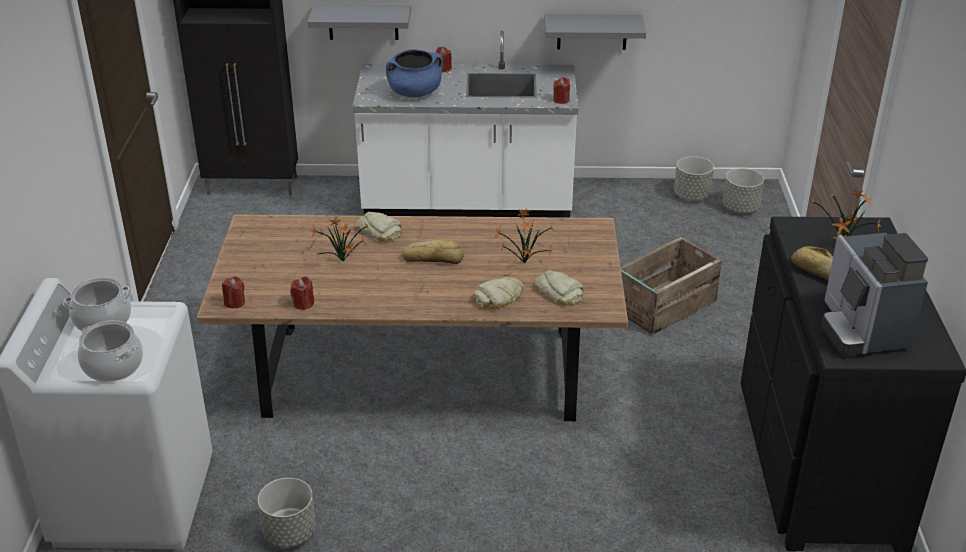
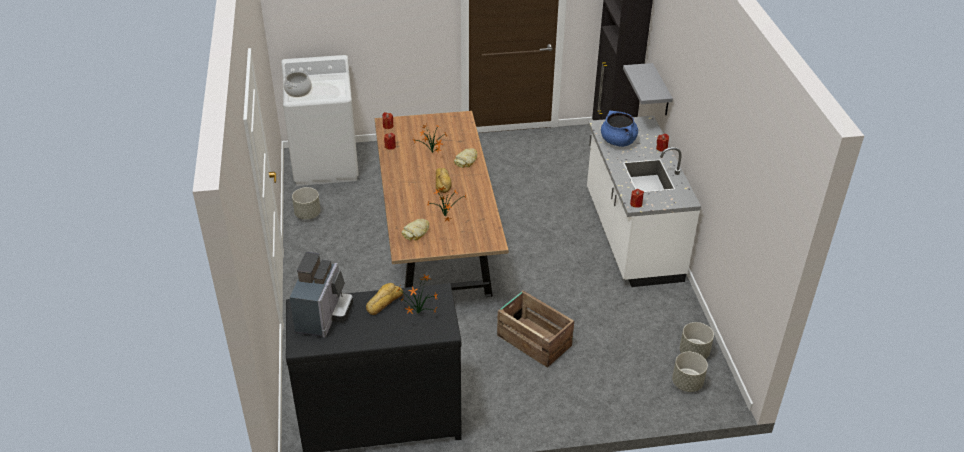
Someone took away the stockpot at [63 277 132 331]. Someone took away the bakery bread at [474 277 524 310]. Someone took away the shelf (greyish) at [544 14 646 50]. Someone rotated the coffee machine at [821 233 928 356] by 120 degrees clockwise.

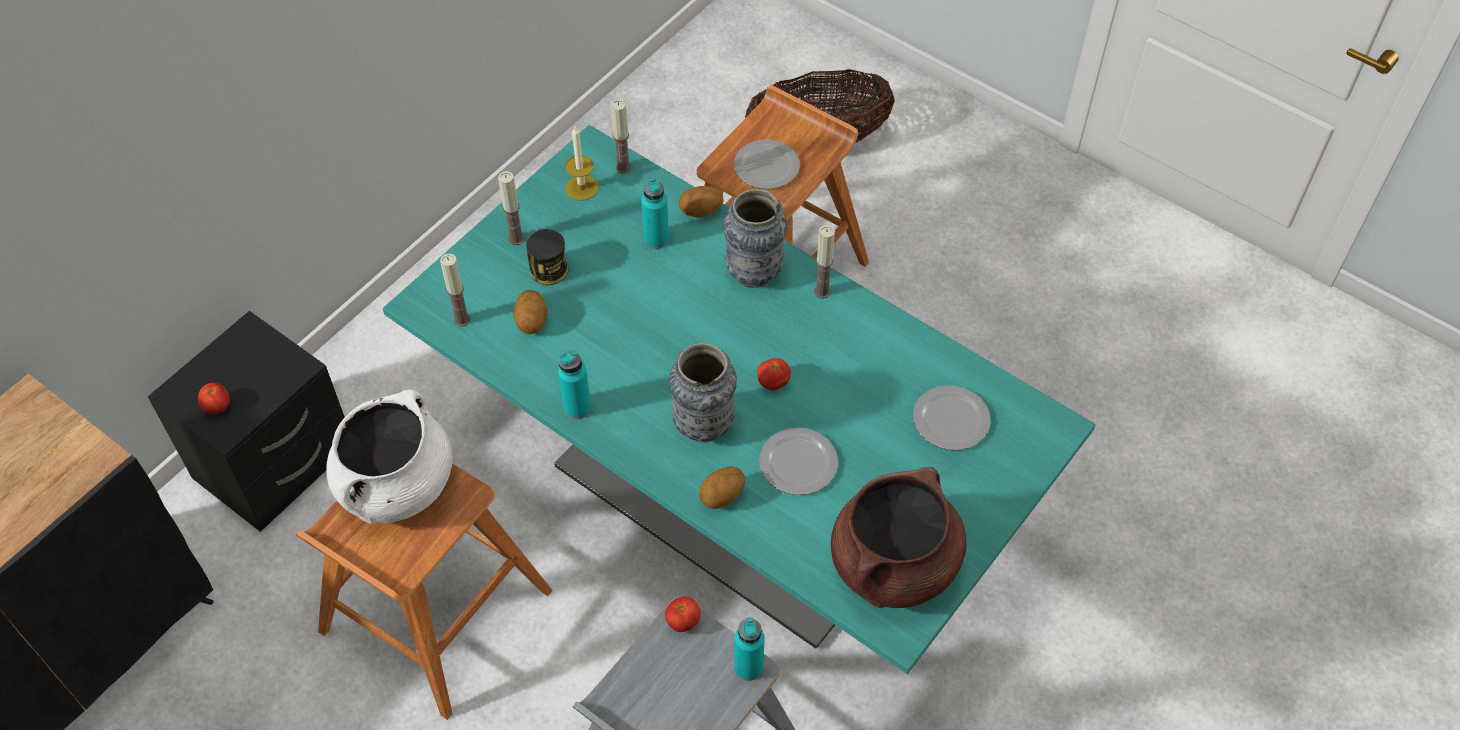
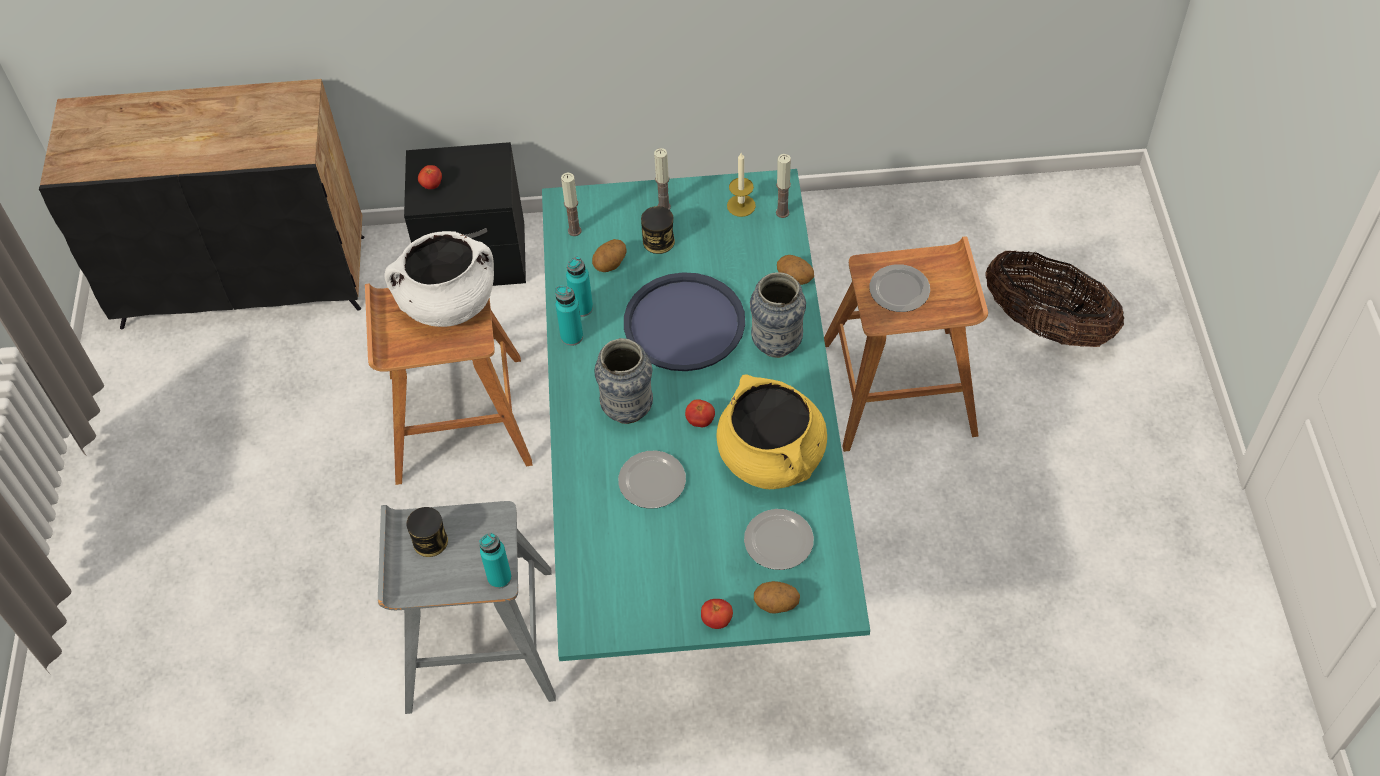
Someone carried the bottle (blue-green) from [641 178 669 249] to [566 256 593 317]. Someone carried the tomato from [665 596 701 632] to [701 599 733 629]. Someone carried the potato from [699 466 745 509] to [754 581 800 614]. Someone took away the candle at [814 225 835 299]. Someone took away the stockpot (brownish) at [831 467 967 608]. Someone put down the metal can at [406 507 448 557]. Someone put down the serving tray (blue) at [624 272 745 371]. Someone put down the stockpot (yellowish) at [717 374 827 489].

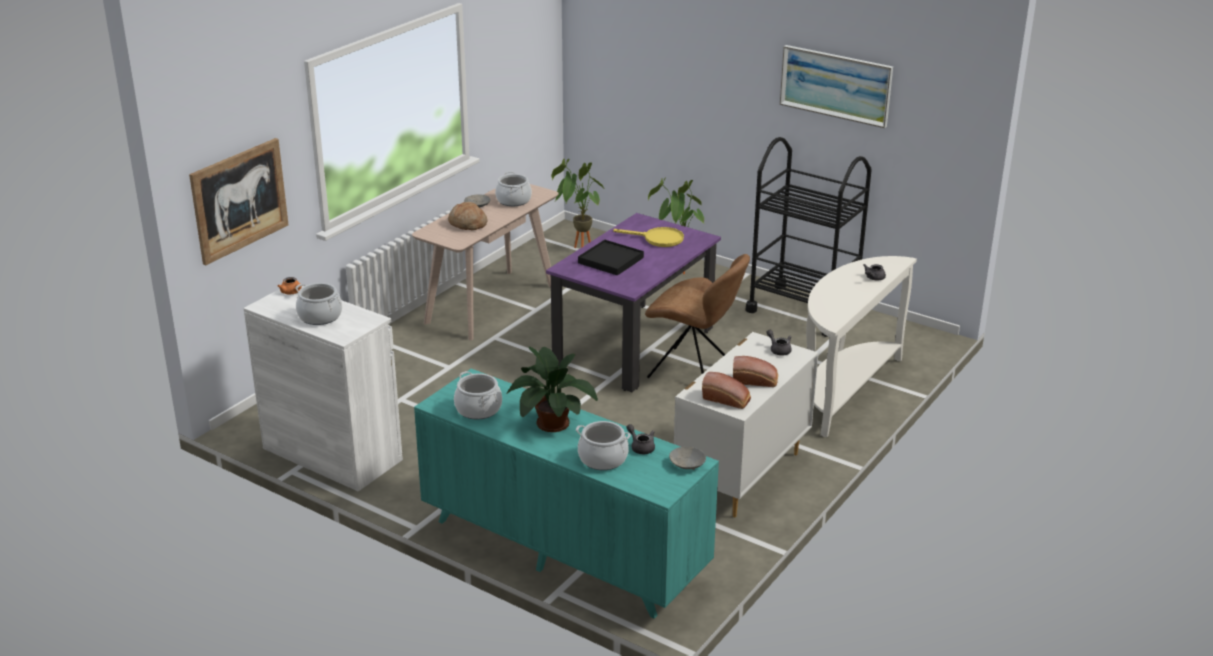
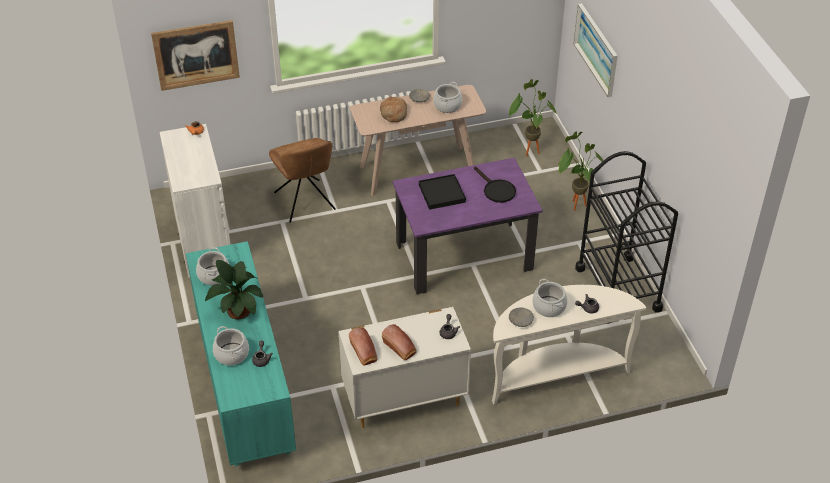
Someone carried the stockpot from [295 283 342 325] to [532 279 567 317]. Someone repainted the pan (yellowish) at [613 227 684 247], which became the pan (black) at [474 167 516 203]. Someone carried the plain chair (brownish) from [645 254 750 378] to [269 138 336 223]. Someone carried the bowl (greyish) from [669 446 706 470] to [509 307 534 327]. Someone carried the wall art from [780 45 893 128] to [574 3 617 97].

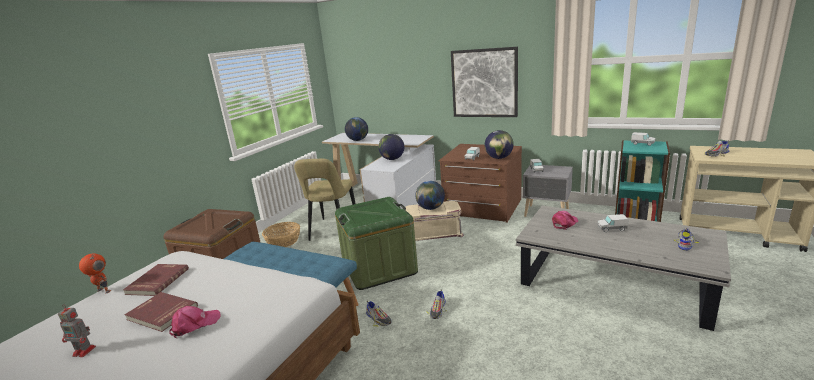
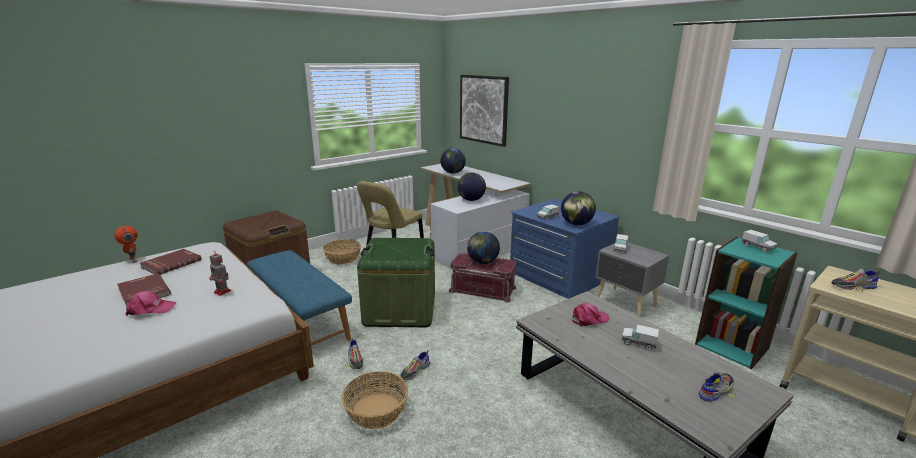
Someone carried the toy robot from [58 304 96 357] to [209 251 231 296]. Someone repainted the storage bin (beige) at [405 201 464 241], which became the storage bin (reddish) at [449 253 517 303]. Someone repainted the chest of drawers (brownish) at [438 144 522 223], which became the chest of drawers (blue) at [510 199 619 299]. Someone carried the wall art from [451 47 518 117] to [460 75 509 147]. Someone put down the basket at [342 371 408 429].

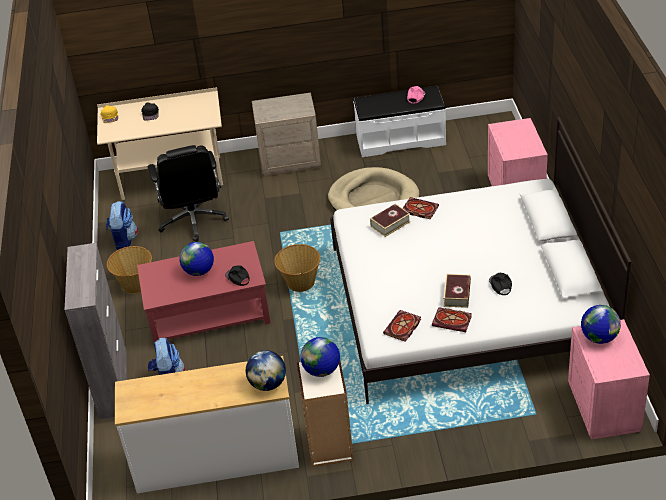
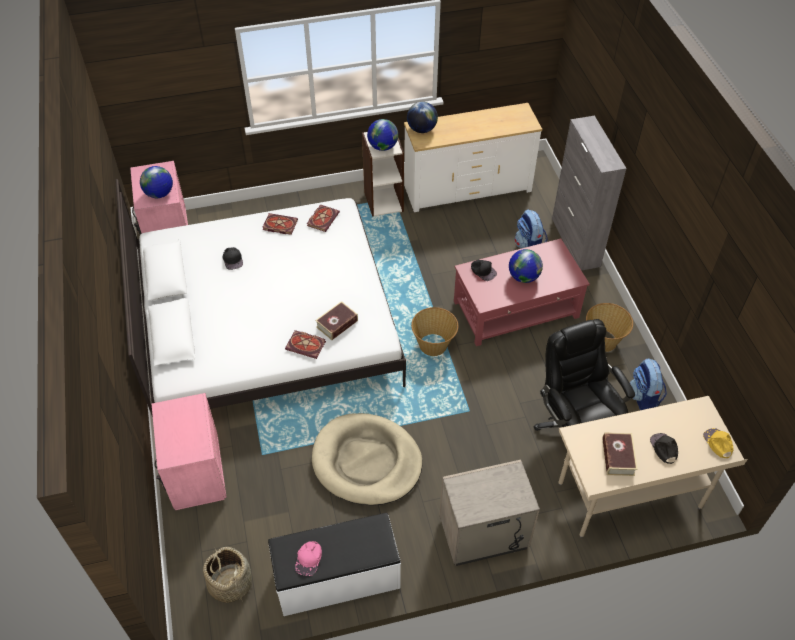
Someone carried the bound book from [444 274 471 308] to [603 433 638 476]. Someone put down the basket at [203 547 252 603].

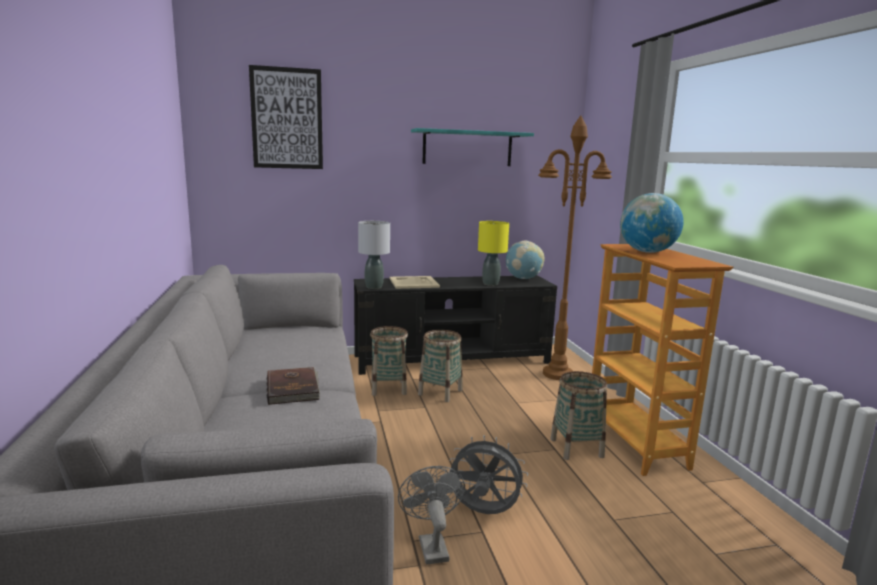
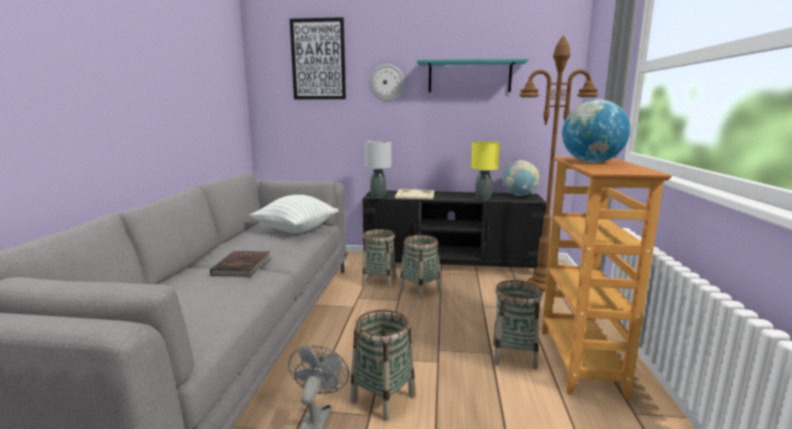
Someone swapped the cooling fan (greyish) at [449 435 528 514] for the basket at [350 310 415 421]. Someone put down the pillow at [250 195 339 233]. Someone put up the wall clock at [370 64 404 101].

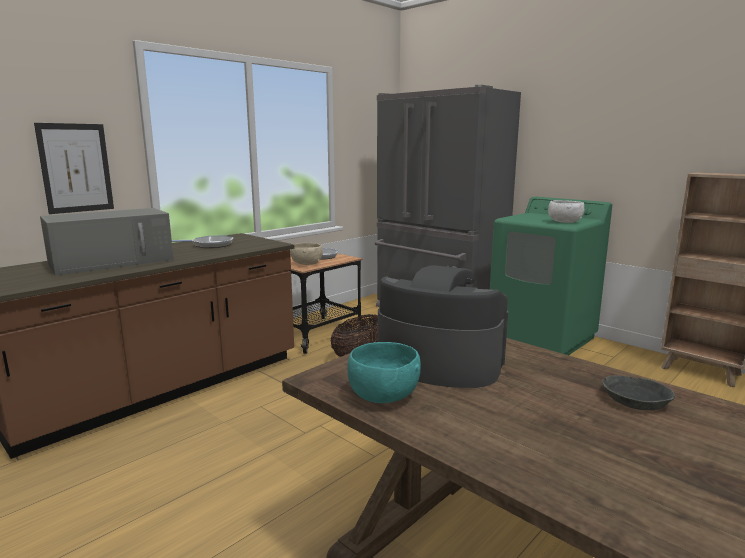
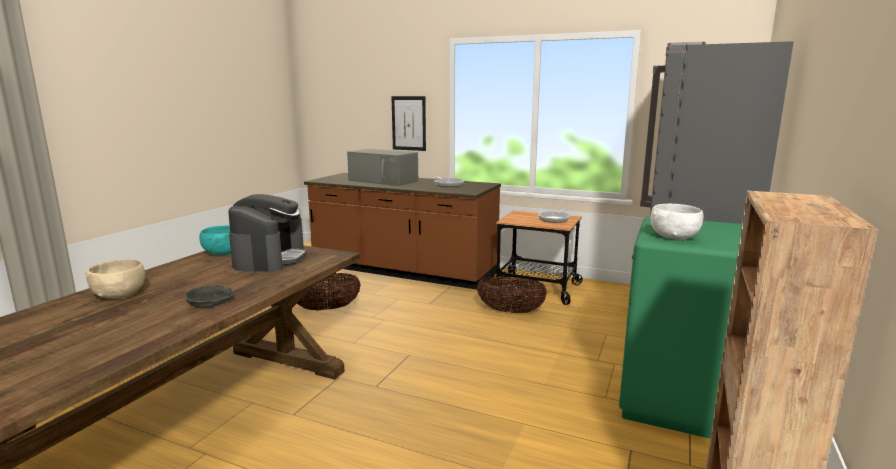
Someone carried the bowl (beige) from [291 243 323 265] to [85 259 145 299]. Someone put down the basket at [297 273 361 311].

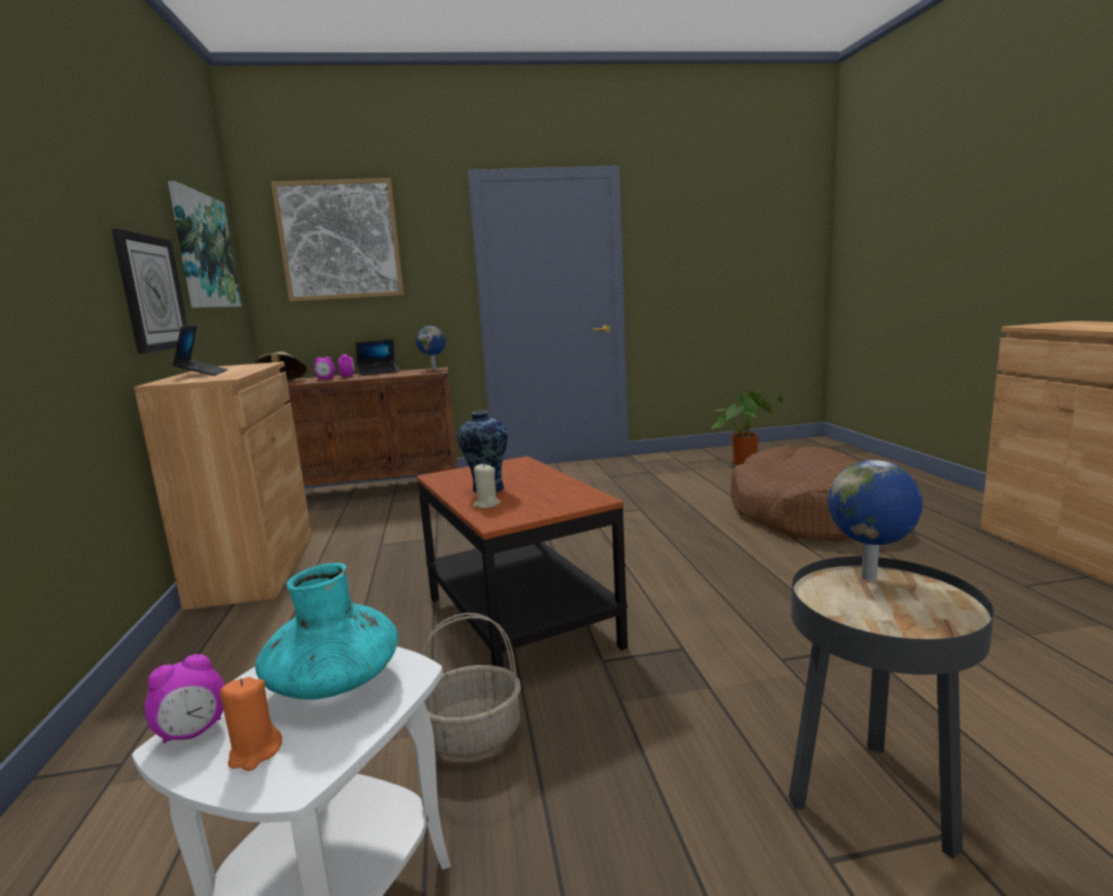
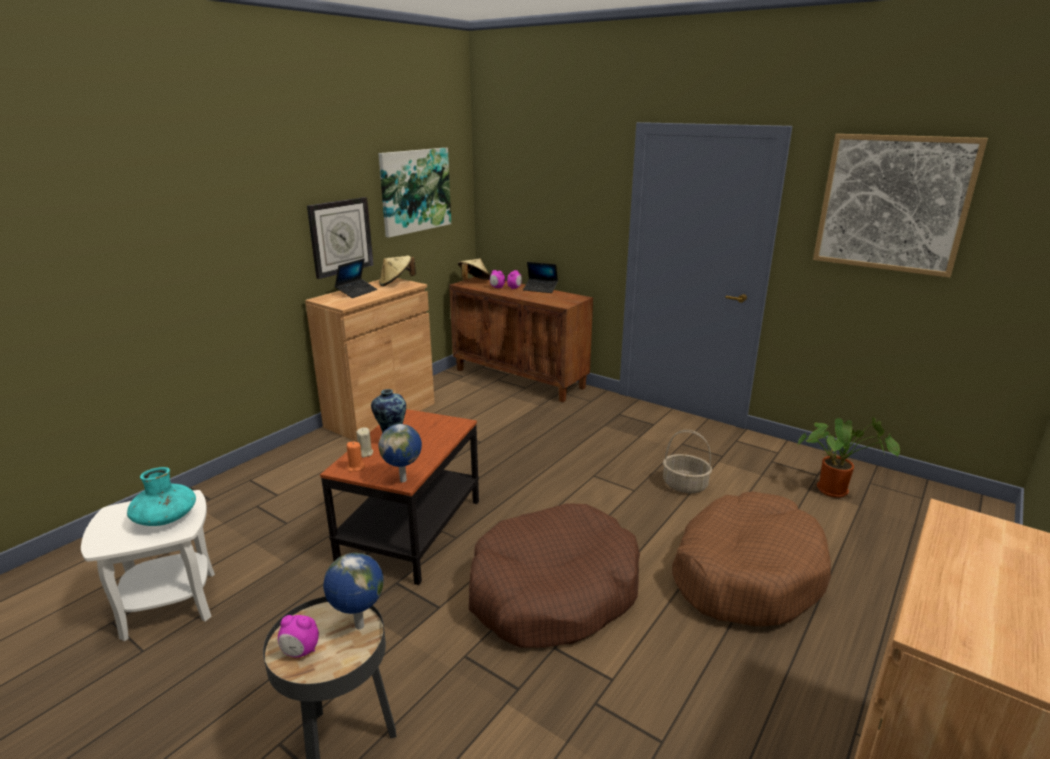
Someone carried the bedside clock from [144 654 225 743] to [278 615 319 657]. Someone carried the candle (orange-coloured) from [220 677 282 771] to [347 442 365 472]. Someone carried the wall art from [271 178 404 302] to [813 134 988 278]. Someone carried the world globe from [416 326 446 370] to [379 424 422 482]. Someone carried the basket from [421 613 521 758] to [663 430 712 493]. Someone put down the clothing hat (beige) at [379 256 416 286]. Someone put down the dog cushion (brownish) at [469 503 640 648].

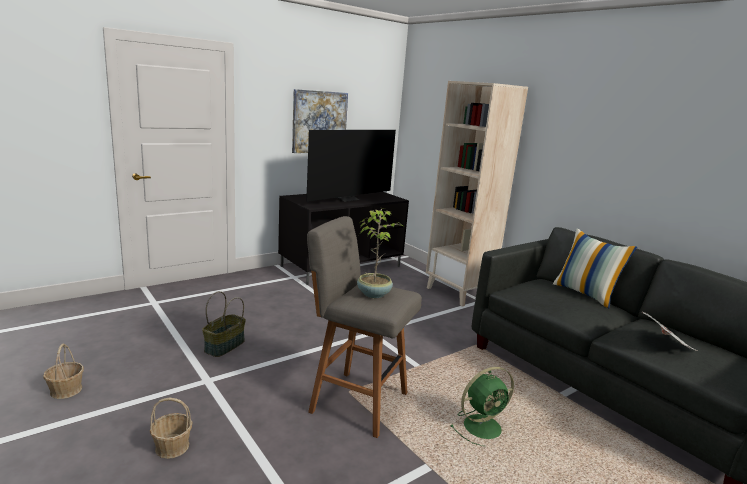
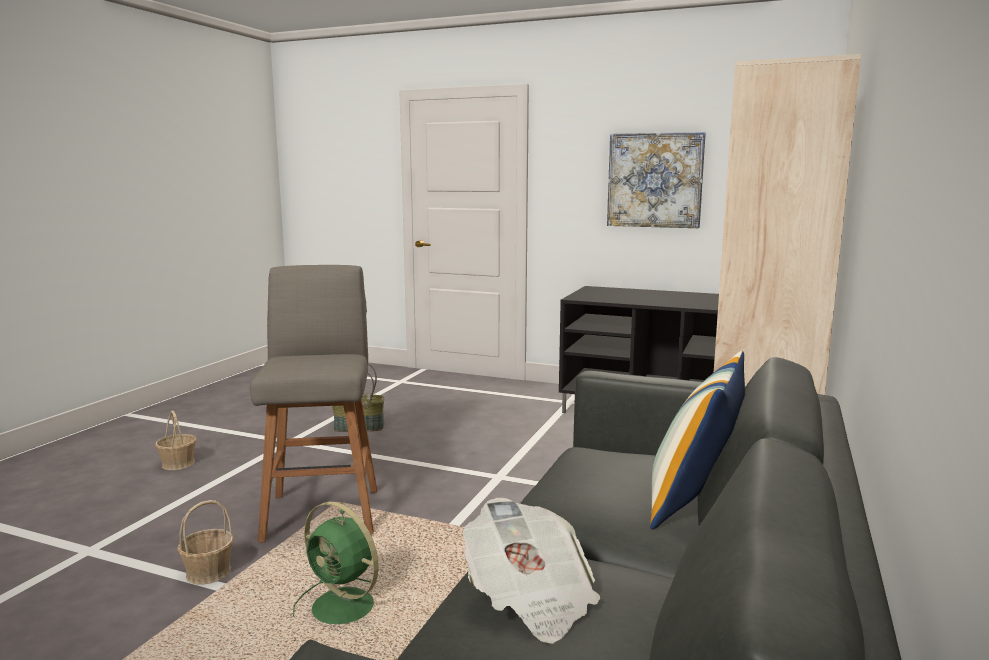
Someone carried the basket from [43 344 84 399] to [177 500 234 585]. Someone took away the TV set at [306 130 396 202]. Someone took away the houseplant at [357 208 404 298].

